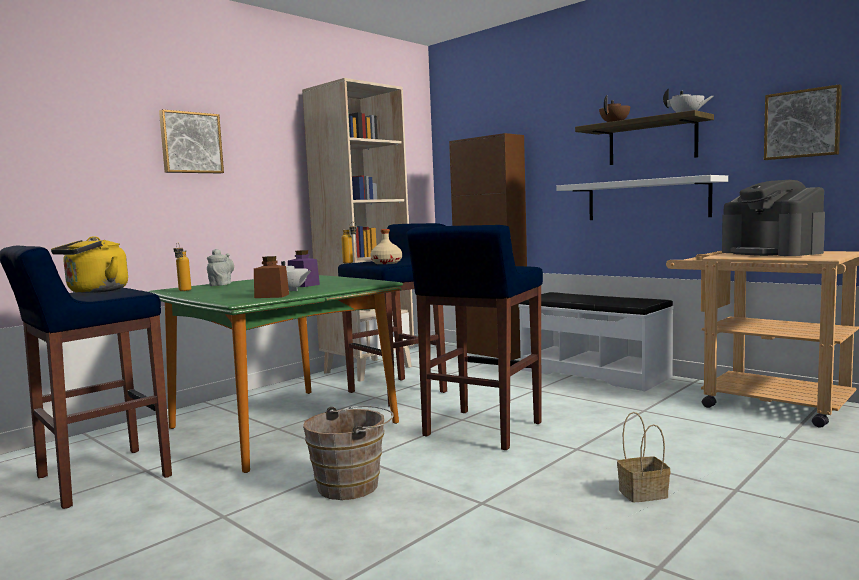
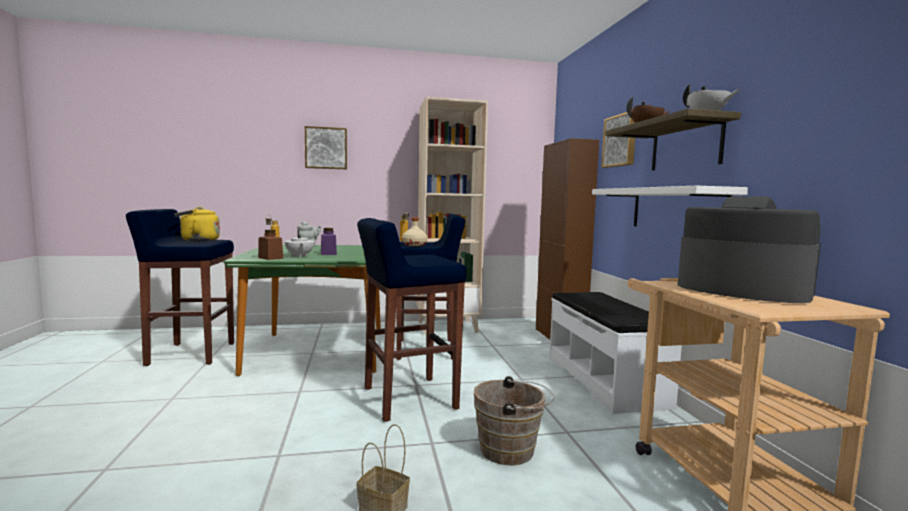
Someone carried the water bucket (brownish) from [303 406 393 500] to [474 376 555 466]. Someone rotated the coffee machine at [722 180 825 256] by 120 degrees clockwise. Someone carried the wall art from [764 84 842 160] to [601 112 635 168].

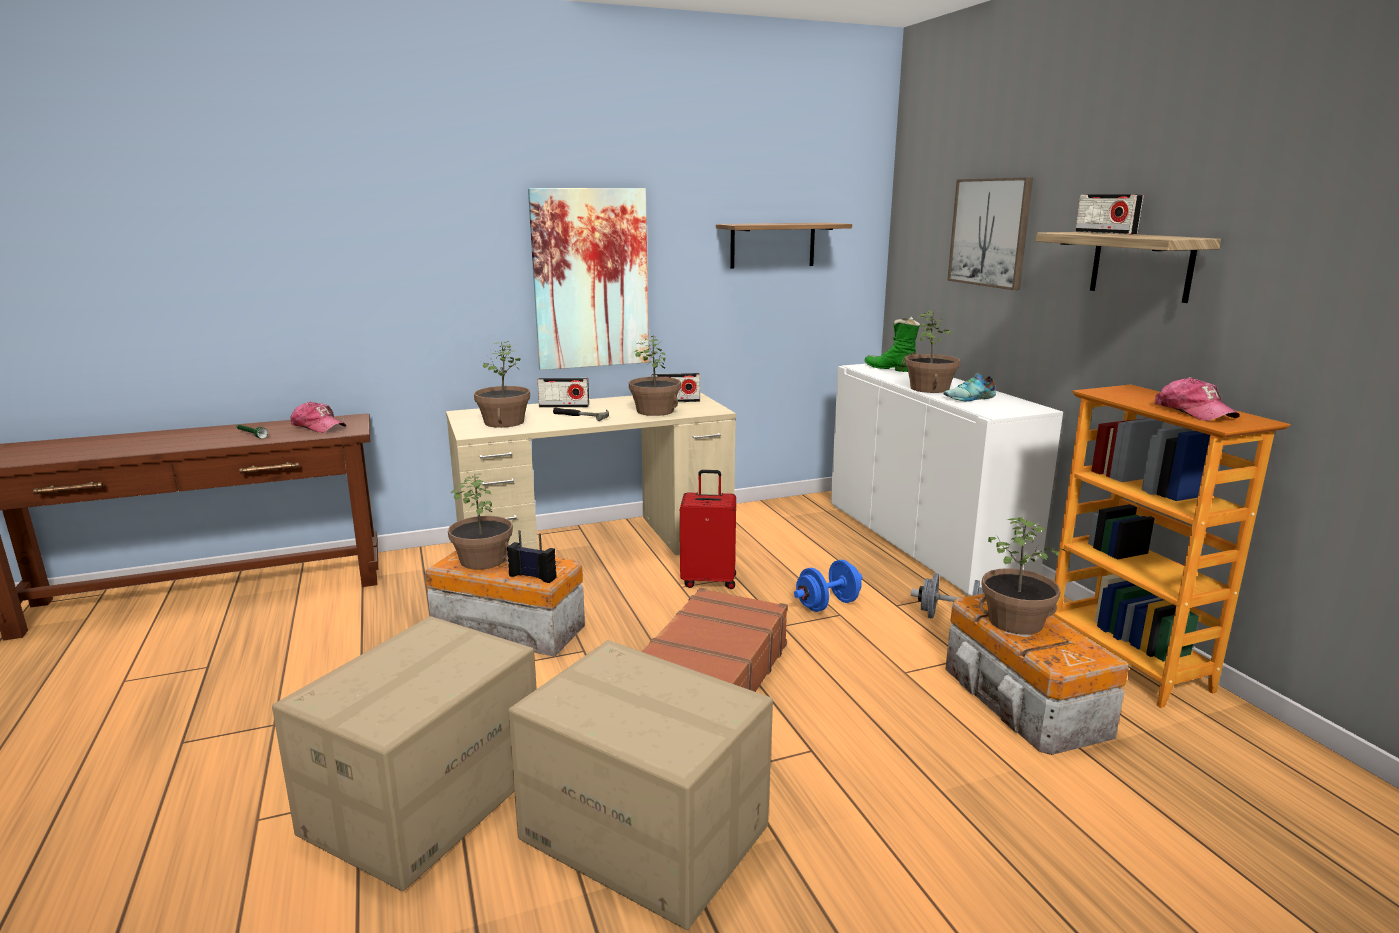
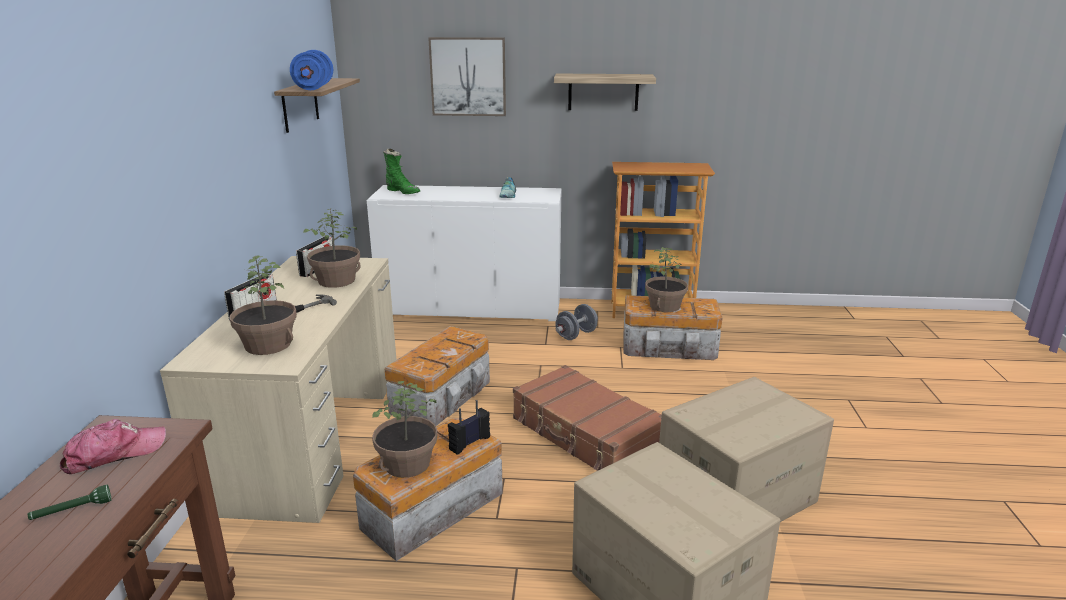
Someone took away the wall art at [528 188 649 370]. Someone swapped the travel case (reddish) at [680 470 736 589] for the storage bin at [385 326 490 426]. Someone carried the hand weight (blue) from [794 560 862 612] to [290 50 333 90]. Someone rotated the high-top boot (green-coloured) at [864 316 920 372] by 120 degrees counterclockwise. Someone took away the houseplant at [905 310 960 393]. Someone took away the radio set at [1075 195 1144 234]. Someone took away the baseball cap at [1155 377 1240 421].

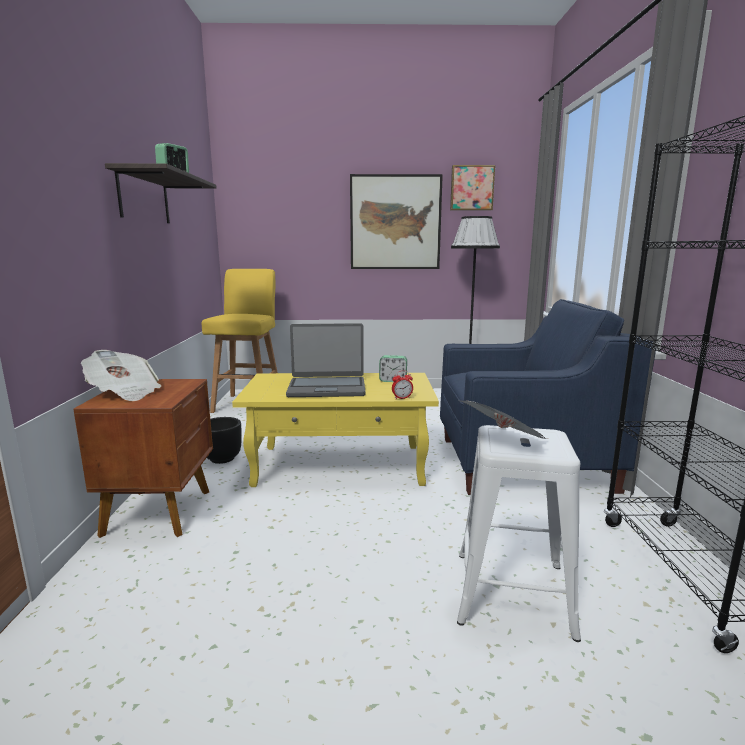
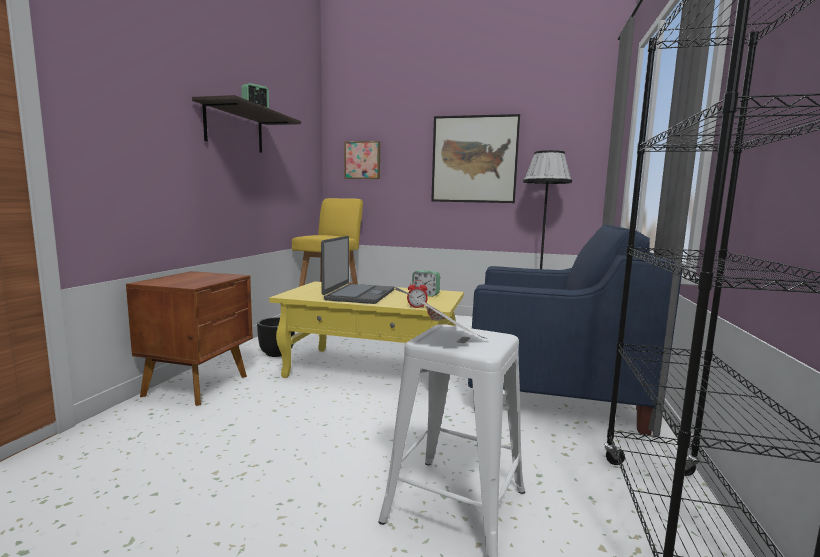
Someone took away the newspaper at [81 350 161 401]. Someone rotated the portable computer at [286 323 366 397] by 90 degrees counterclockwise. Someone carried the wall art from [450 165 495 210] to [344 141 380 179].

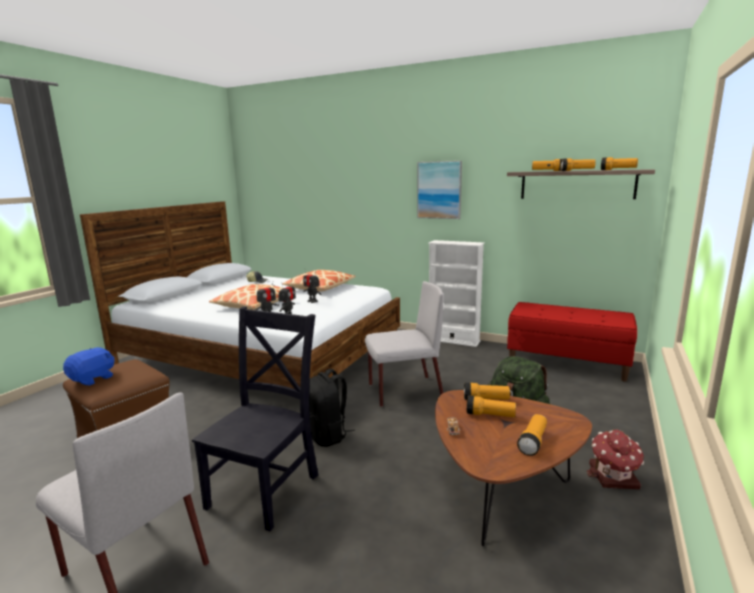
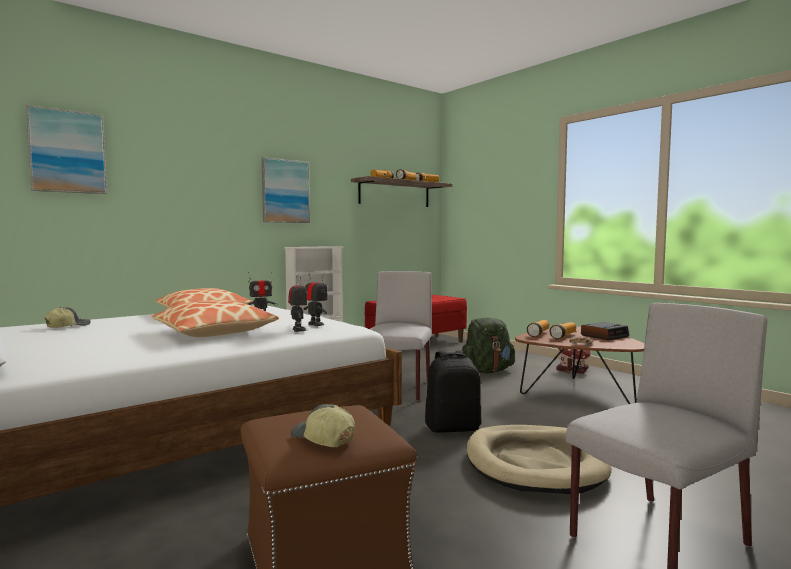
Someone swapped the plush toy (blue) at [63 347 115 386] for the baseball cap at [291 404 355 447]. Someone swapped the plain chair (black) at [192 307 318 531] for the dog cushion (beige) at [467 425 612 494]. Someone swapped the flashlight at [517 414 547 456] for the bedside clock at [581 322 629 340]. Someone put up the wall art at [26 105 107 194].

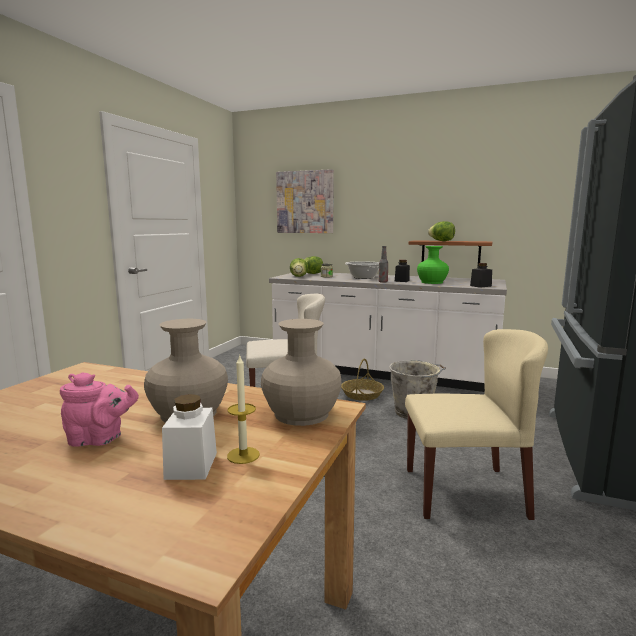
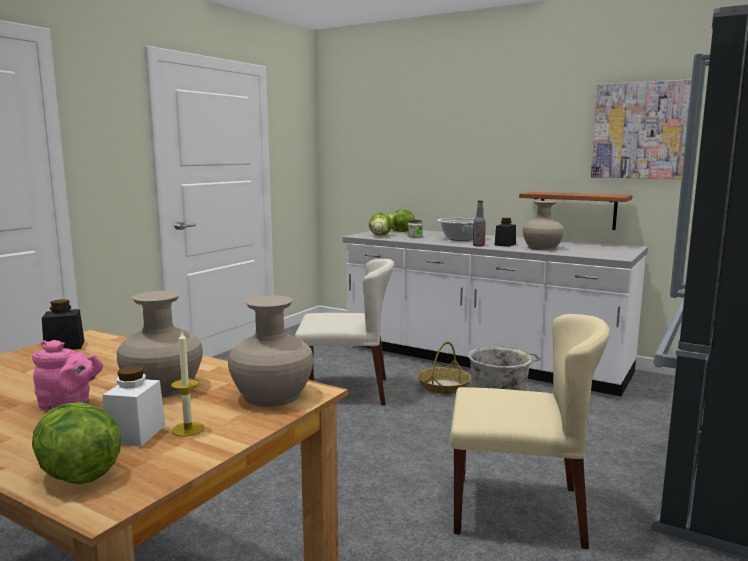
Someone carried the wall art from [276 169 334 233] to [591 79 692 179]. Someone repainted the decorative vase (green-coloured) at [417 246 449 284], which became the decorative vase (beige) at [523 201 564 250]. Someone carried the lettuce from [428 221 455 241] to [32 402 121 484]. Someone carried the storage jar (black) from [470 263 492 288] to [42 299 85 350].

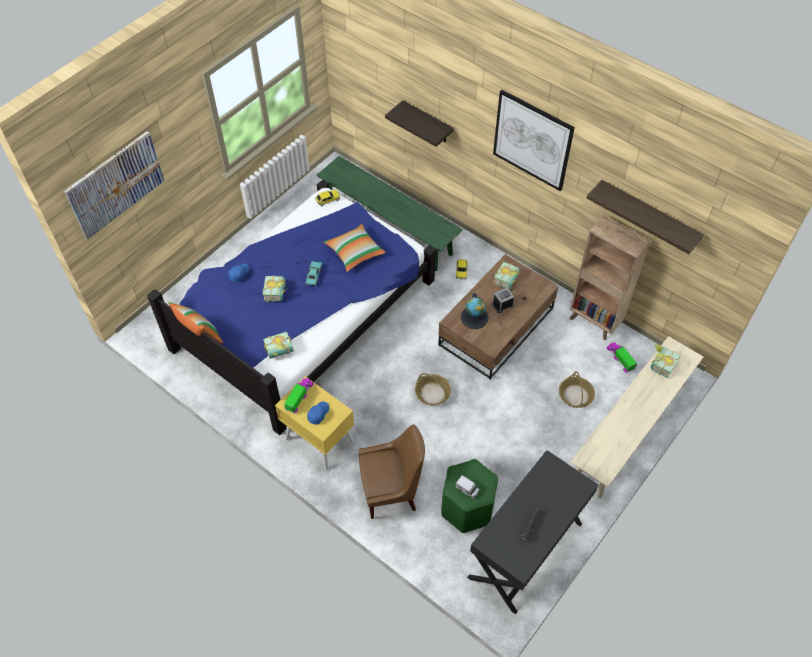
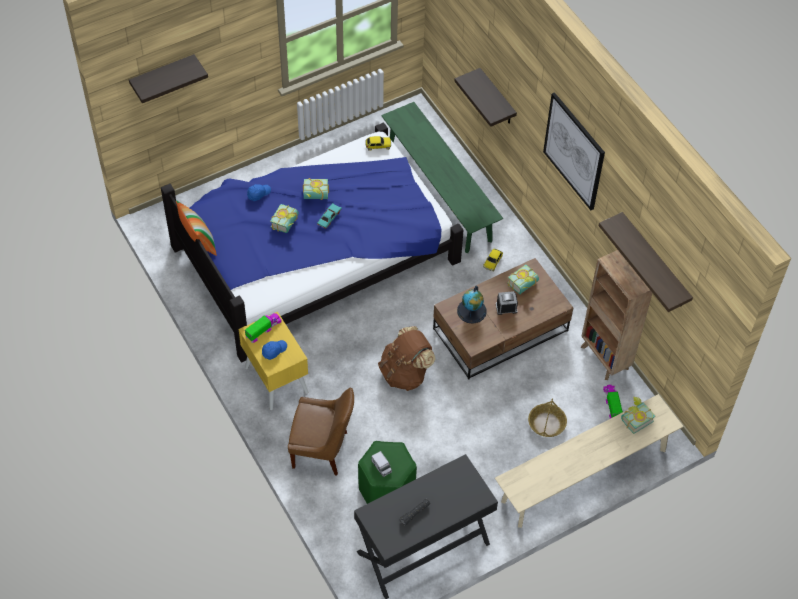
Someone swapped the wall art at [64 131 164 240] for the shelf at [129 54 208 103]. Someone carried the bound book from [263 332 294 359] to [303 178 329 200]. Someone took away the pillow at [324 224 386 272]. Someone swapped the basket at [415 373 451 405] for the backpack (brownish) at [378 326 435 391].

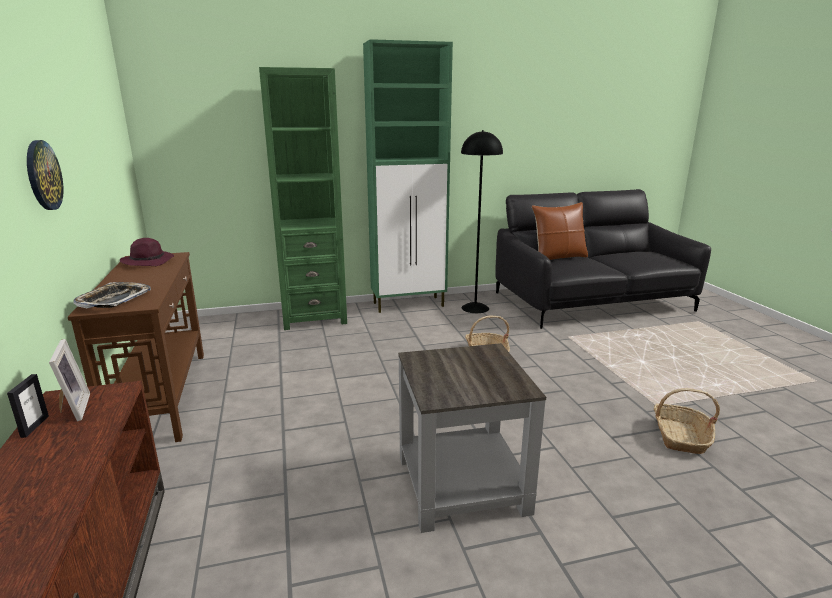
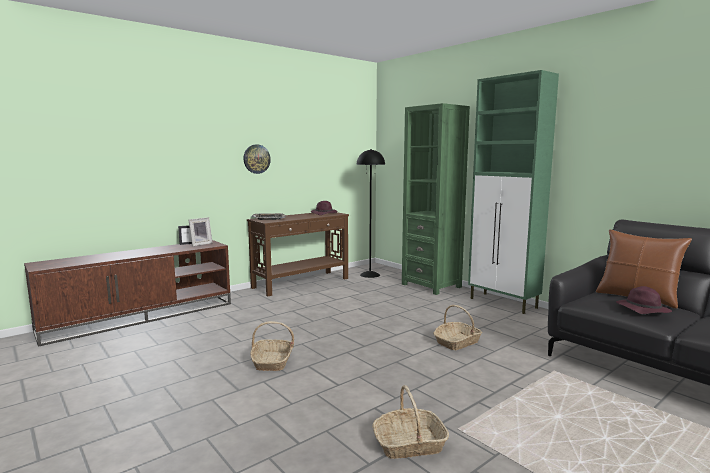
Someone swapped the side table (greyish) at [398 343 546 533] for the basket at [250 321 294 371]. Someone carried the standard lamp (black) from [461 130 503 313] to [357 149 385 278]. Someone put down the clothing hat (purplish) at [616 286 672 314].

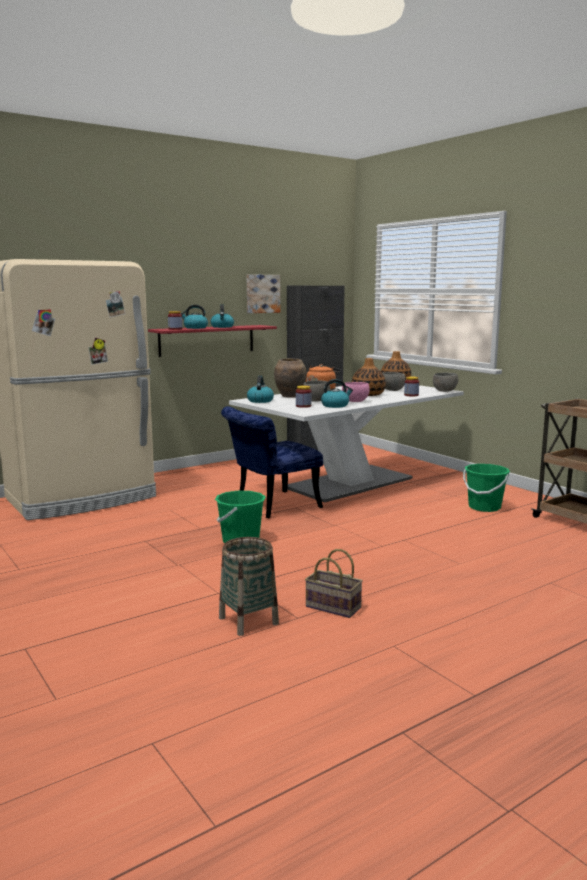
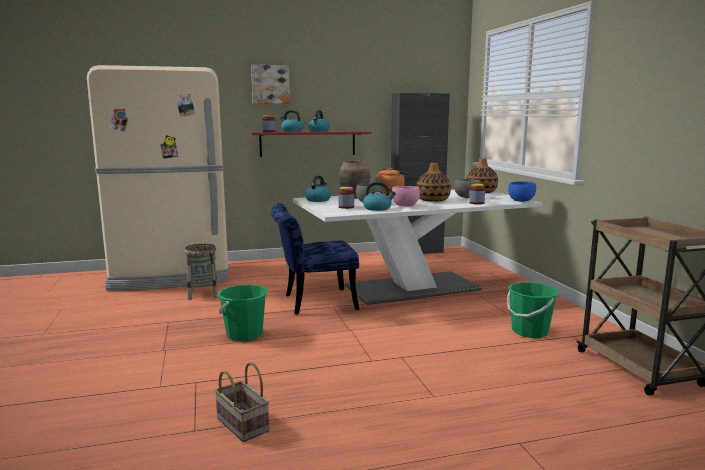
Someone carried the basket from [219 537 279 636] to [184 244 218 300]. Someone carried the wall art from [247 274 280 313] to [251 65 290 104]. Someone repainted the bowl (greyish) at [433 373 458 392], which became the bowl (blue) at [508 181 536 202].

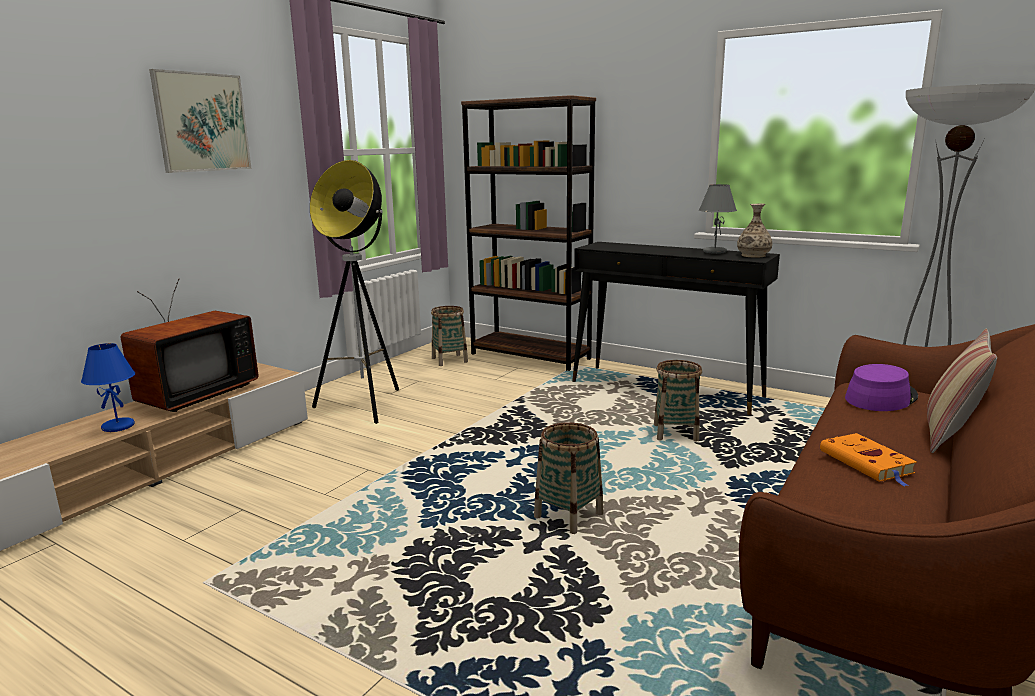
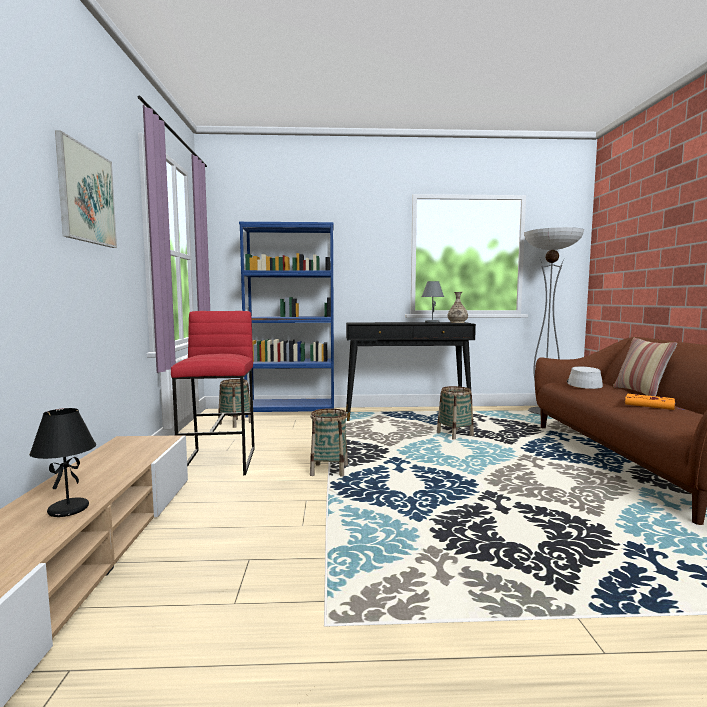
Someone repainted the tabletop lamp (blue) at [81 343 135 432], which became the tabletop lamp (black) at [29 408 96 517]. Someone took away the TV set at [121 279 258 412]. Someone swapped the standard lamp at [310 160 399 424] for the sitting stool (reddish) at [171 311 255 475]. Someone repainted the shelving unit (brownish) at [461 95 596 371], which became the shelving unit (blue) at [239 222 334 418]. Someone carried the basket from [534 422 604 534] to [310 408 348 477]. Someone repainted the clothing hat (purplish) at [845 364 918 411], which became the clothing hat (greyish) at [567 366 603 389].

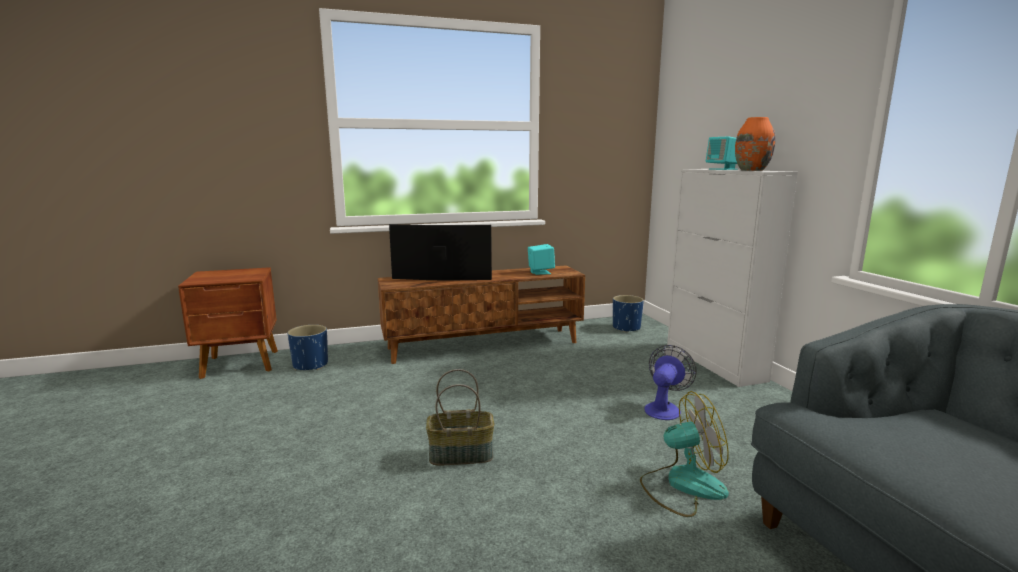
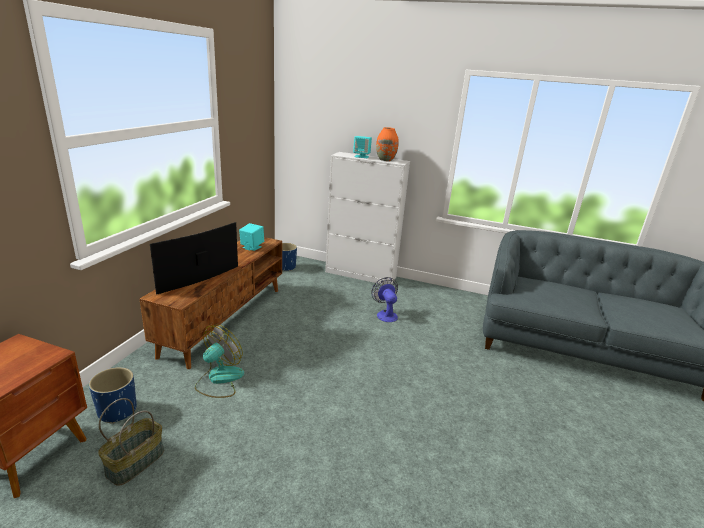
Someone carried the basket from [426 369 494 465] to [98 398 164 486]. Someone carried the cooling fan from [640 391 729 517] to [195 325 244 398].

